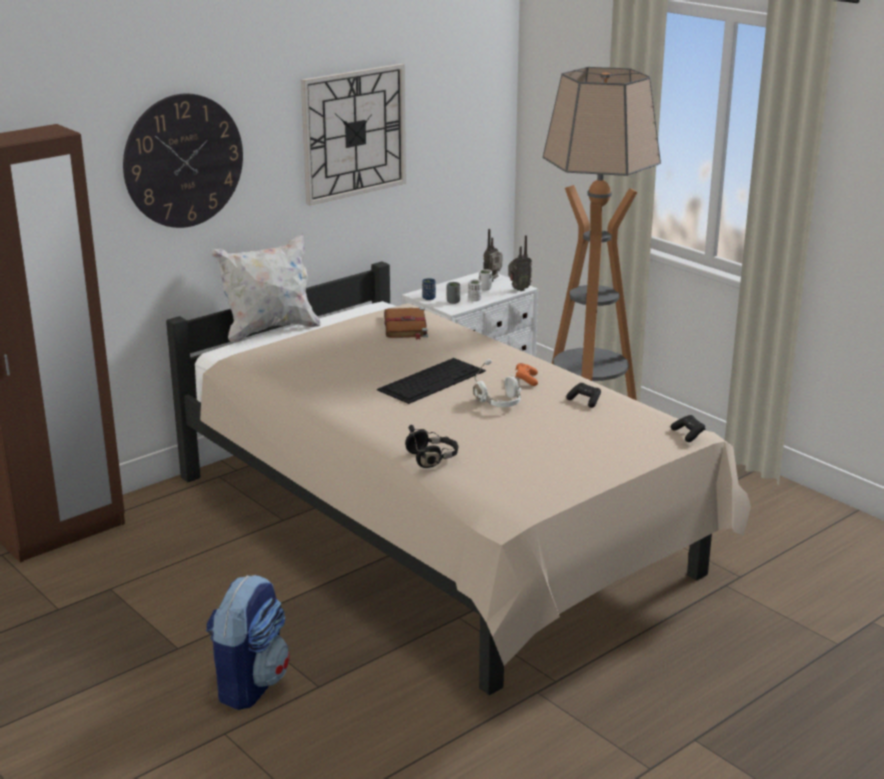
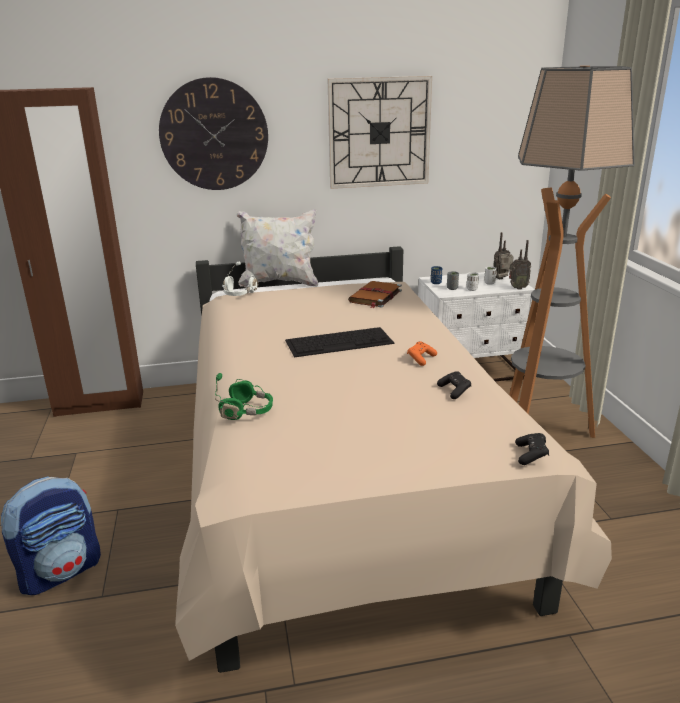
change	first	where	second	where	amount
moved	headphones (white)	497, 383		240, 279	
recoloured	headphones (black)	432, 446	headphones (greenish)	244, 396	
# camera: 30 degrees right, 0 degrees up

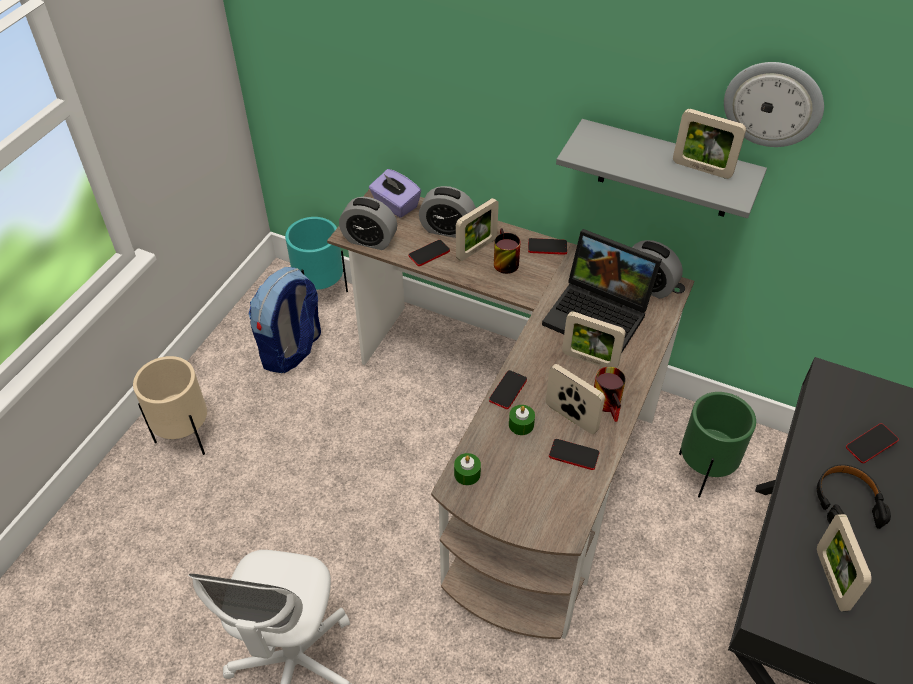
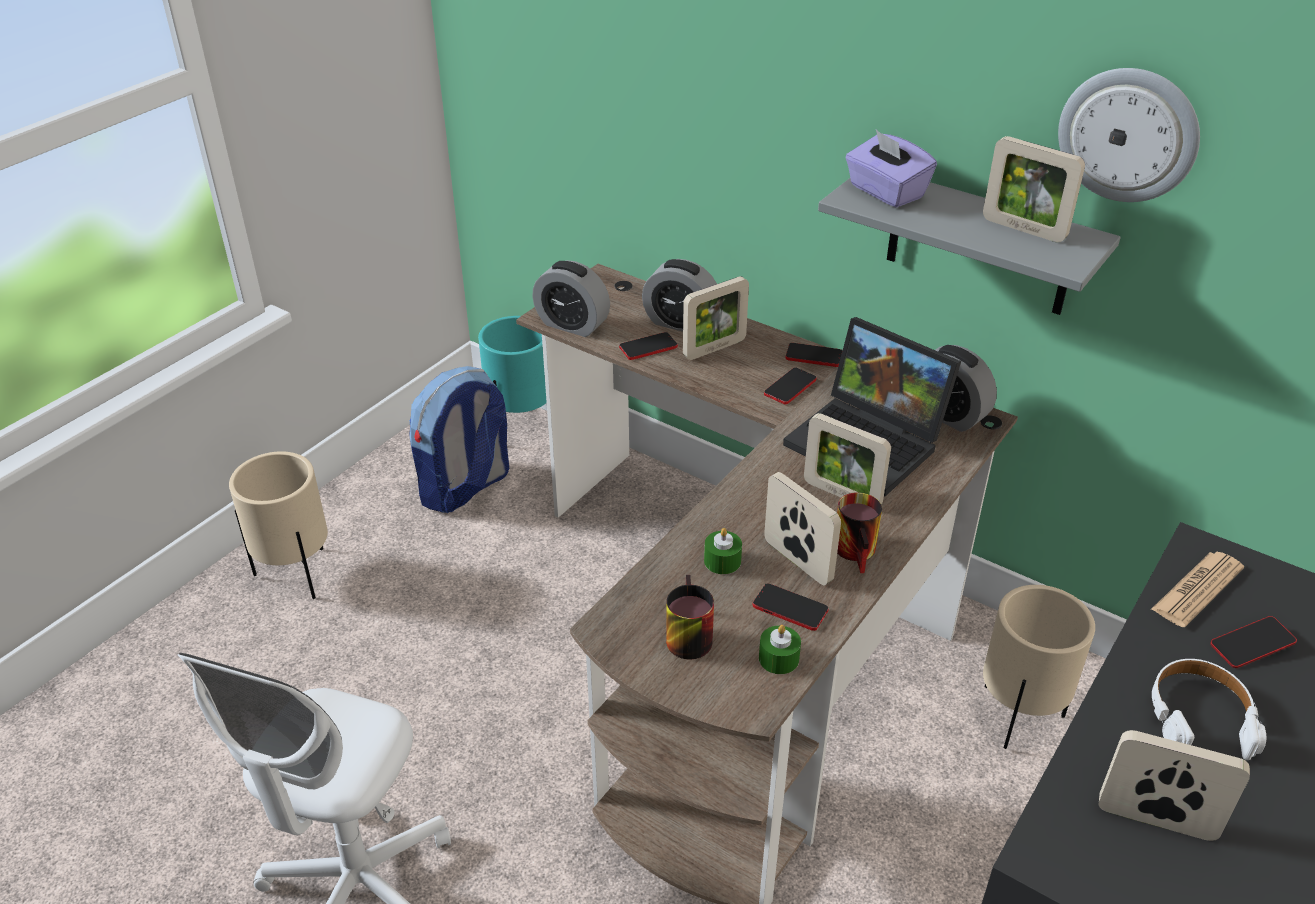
change	first	where	second	where	amount
moved	tissue holder (purple)	395, 193		891, 169	
moved	tea mug	507, 251		690, 617	
moved	telephone	508, 389		790, 386	
recoloured	plant pot (greenish)	717, 445	plant pot (beige-coloured)	1039, 667	
moved	candle (greenish)	467, 469		780, 649	
recoloured	headphones (black)	854, 496	headphones (white)	1209, 709	
turned	standing frame	844, 562		1174, 785	105 degrees clockwise
added			daily paper	1197, 589	
# camera: 10 degrees right, 10 degrees down

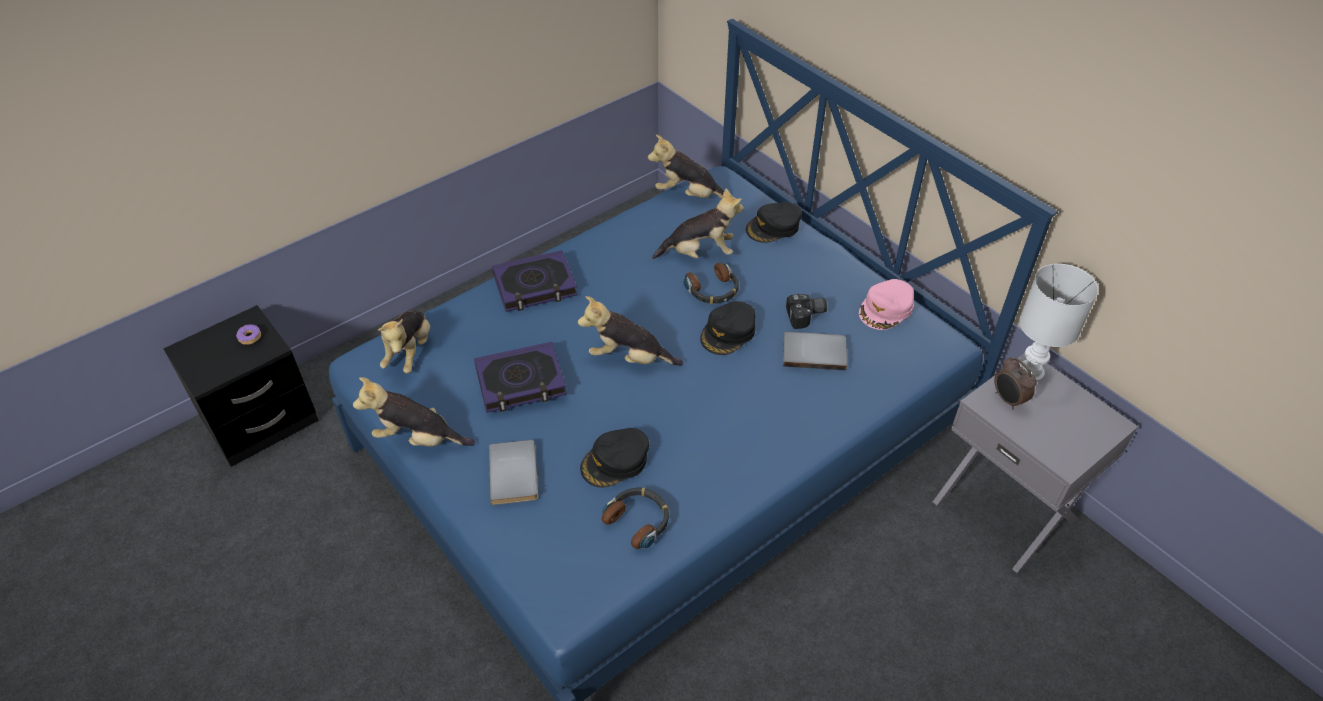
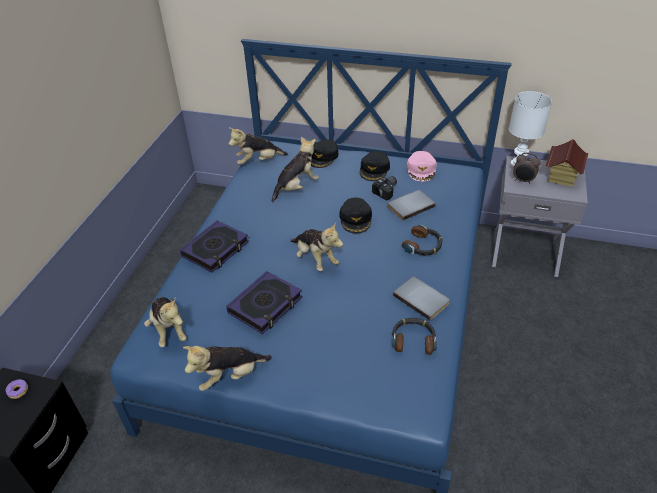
change	first	where	second	where	amount
moved	headphones	711, 283		422, 240	
turned	cuddly toy	630, 330		316, 246	105 degrees counterclockwise
moved	cap (black)	614, 458		375, 166	
moved	book (grey)	513, 472		421, 298	
added			model house	567, 163	
# camera: 35 degrees left, 5 degrees down

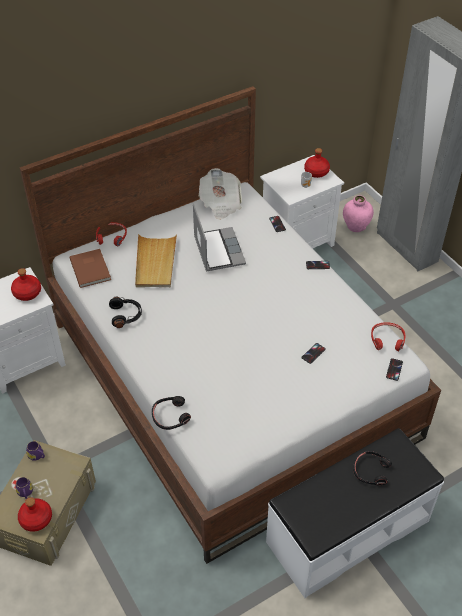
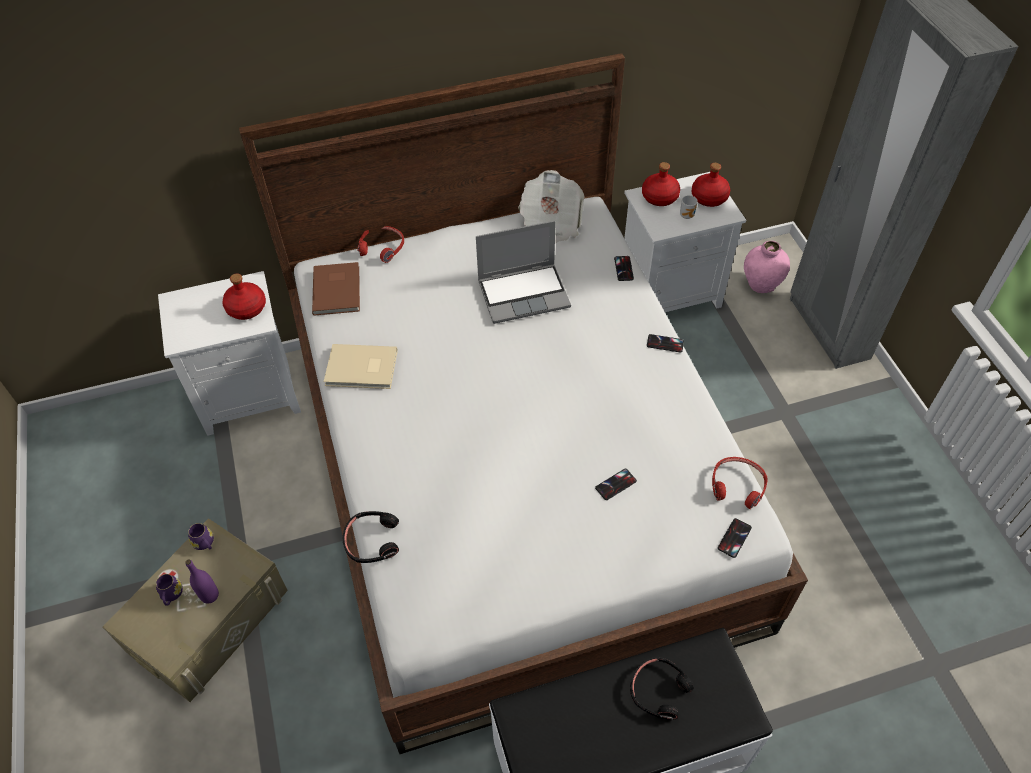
change	first	where	second	where	amount
turned	notebook computer	219, 238		523, 272	75 degrees clockwise
removed	carrying tray (beige-coloured)	156, 260			
replaced	headphones (black)	125, 312	book (beige-coloured)	361, 366	
moved	bottle (reddish)	35, 514		661, 184	
added			bottle (purple)	202, 582	
# camera: 15 degrees right, 5 degrees up

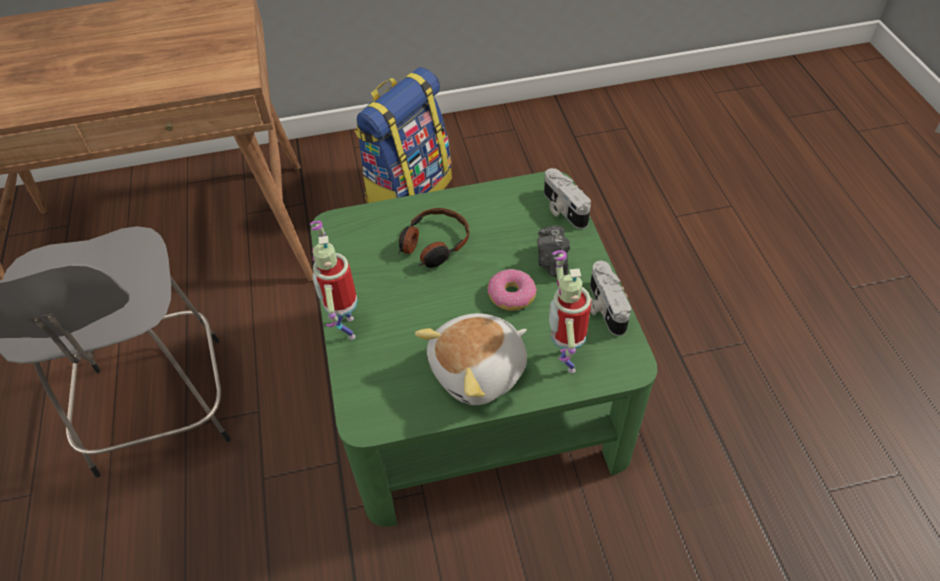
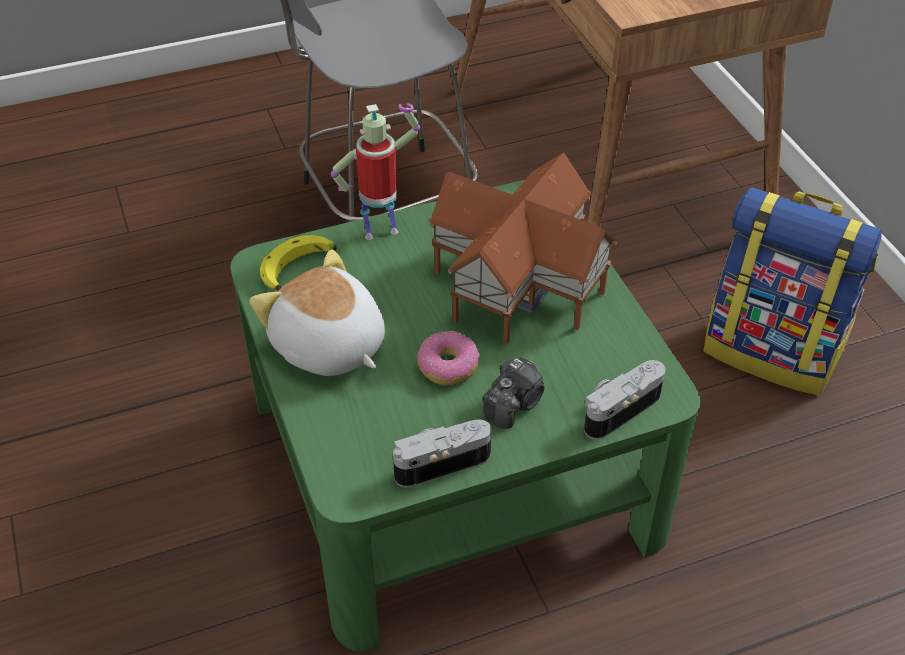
change	first	where	second	where	amount
replaced	headphones	433, 238	model house	522, 249	
turned	photo camera	553, 251		513, 393	135 degrees clockwise
removed	model robot	570, 311			
added			banana	298, 263	
# camera: 80 degrees right, 5 degrees down

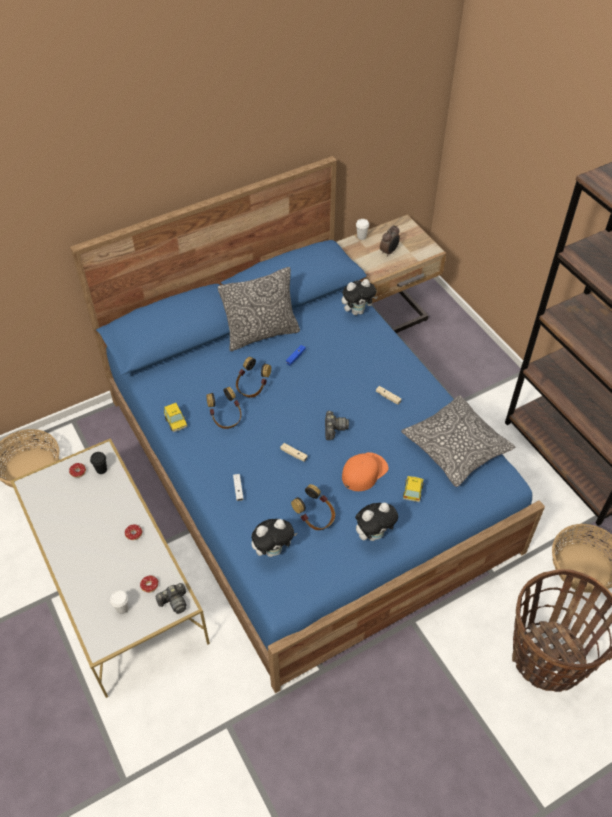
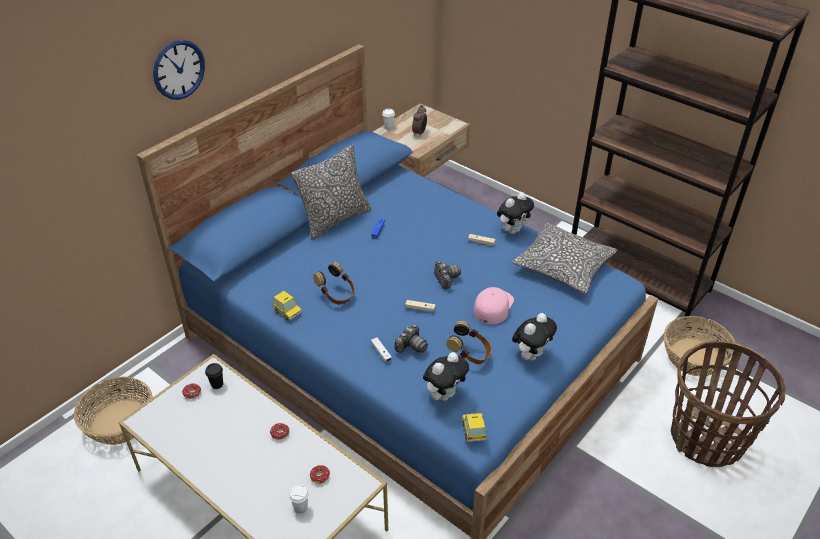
change	first	where	second	where	amount
moved	cuddly toy	360, 297		515, 213	
removed	headphones	253, 377			
recoloured	cap (orangey)	365, 471	cap (pinkish)	494, 305	
moved	miniature car	414, 489		474, 427	
moved	photo camera	171, 598		411, 338	
added			wall clock	179, 70	
# camera: 20 degrees left, 10 degrees down

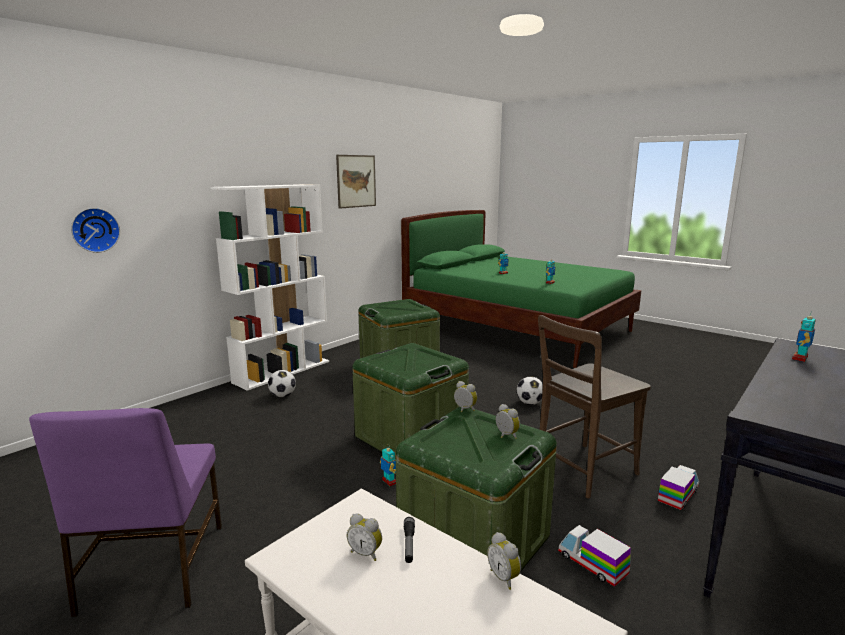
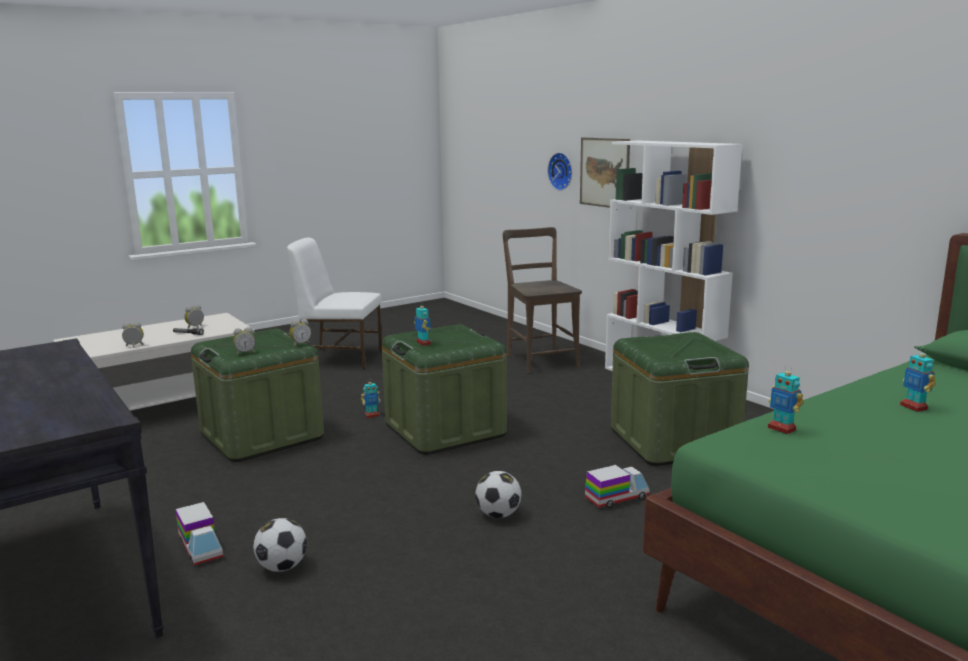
change	first	where	second	where	amount
moved	picture	356, 182		605, 173	
moved	model robot	804, 337		423, 324	
moved	upright chair (brown-coloured)	594, 407		542, 300	
moved	ball for football	282, 383		280, 545	
recoloured	upright chair (purple)	125, 513	upright chair (white)	334, 304	
moved	toy lorry	594, 556		617, 486	
# camera: 105 degrees right, 0 degrees up

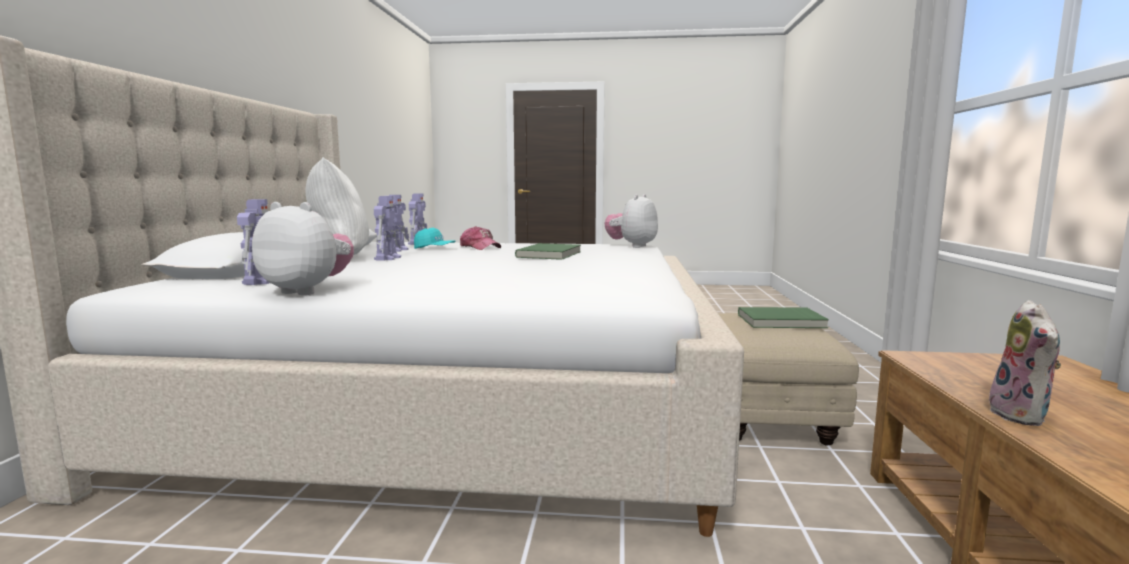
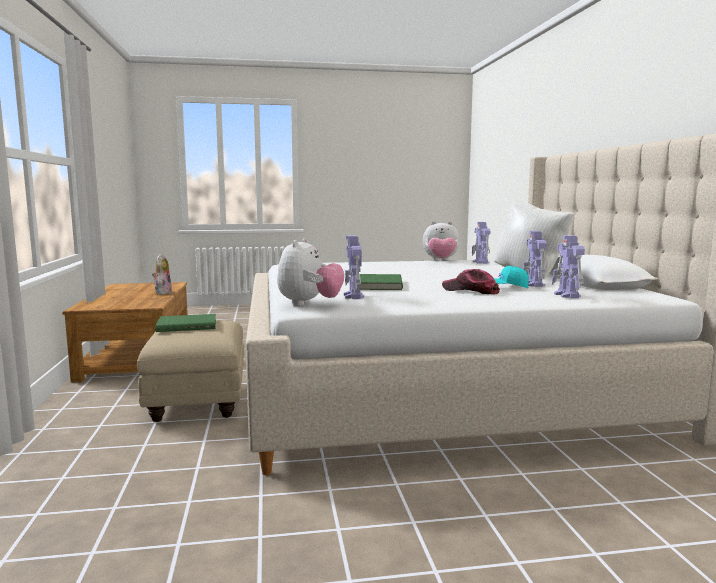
change	first	where	second	where	amount
moved	model robot	387, 228		354, 267	
# camera: 165 degrees right, 0 degrees up

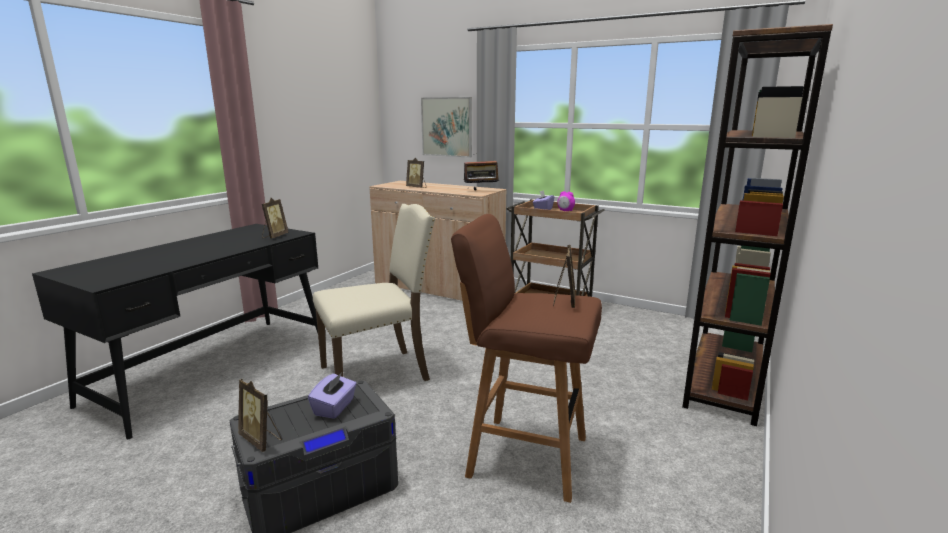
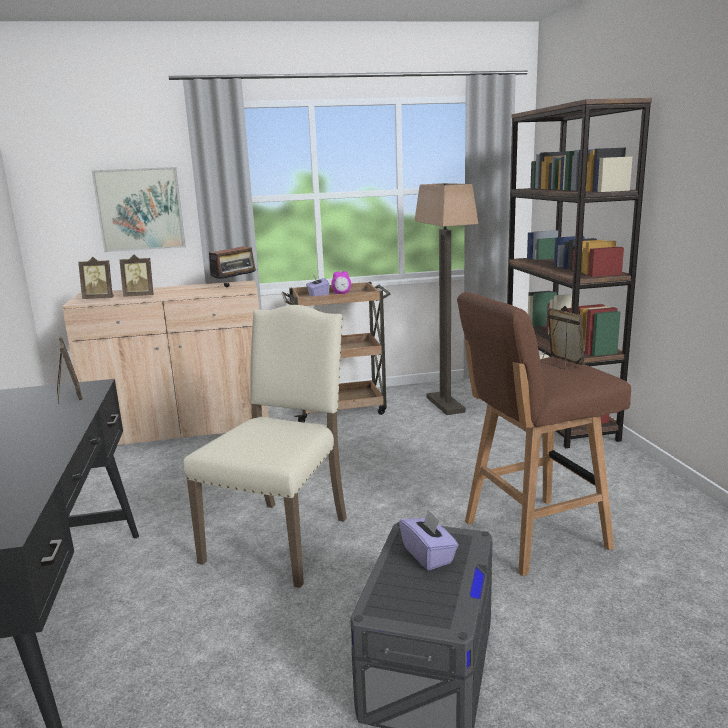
change	first	where	second	where	amount
moved	standing frame	260, 415		96, 278	
added			floor lamp	446, 299	
# camera: 40 degrees left, 0 degrees up

